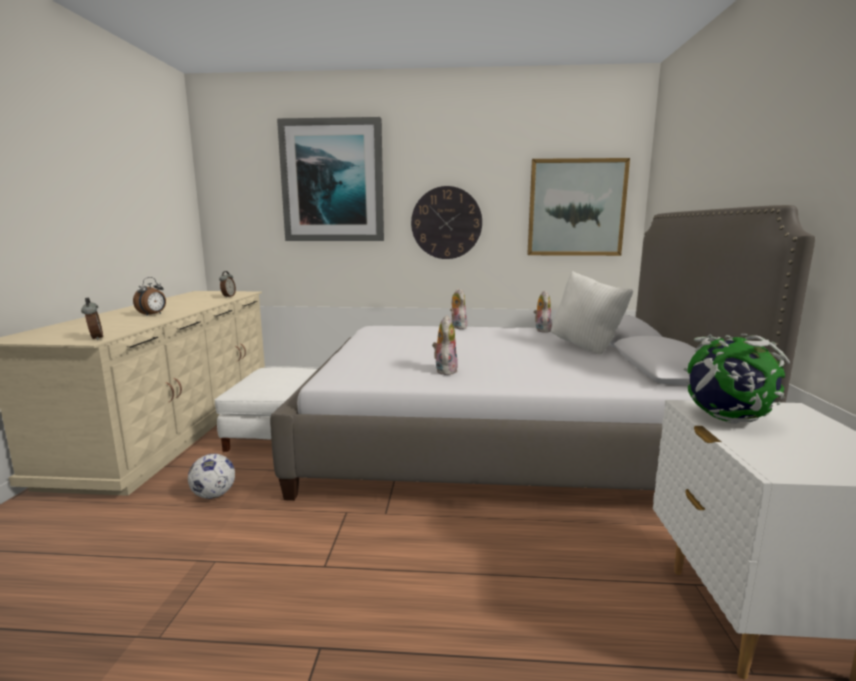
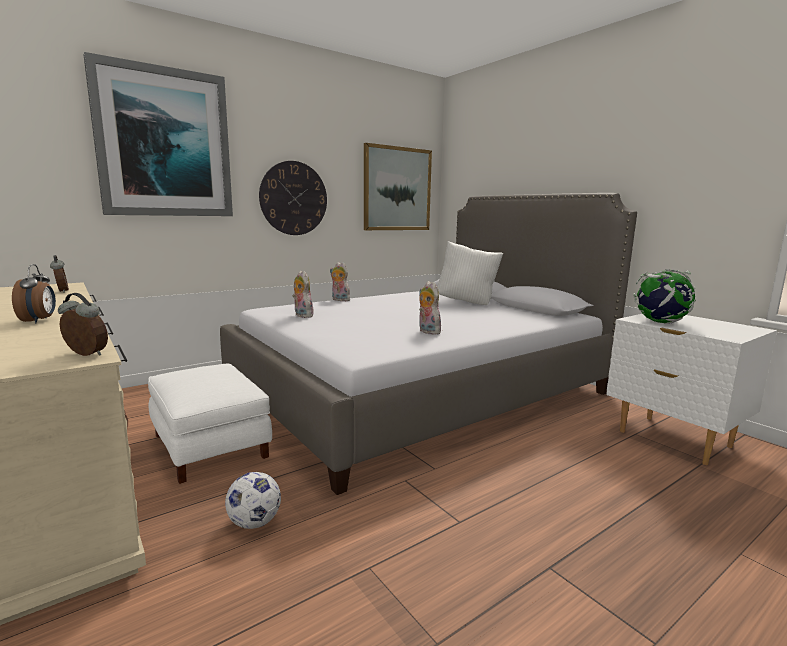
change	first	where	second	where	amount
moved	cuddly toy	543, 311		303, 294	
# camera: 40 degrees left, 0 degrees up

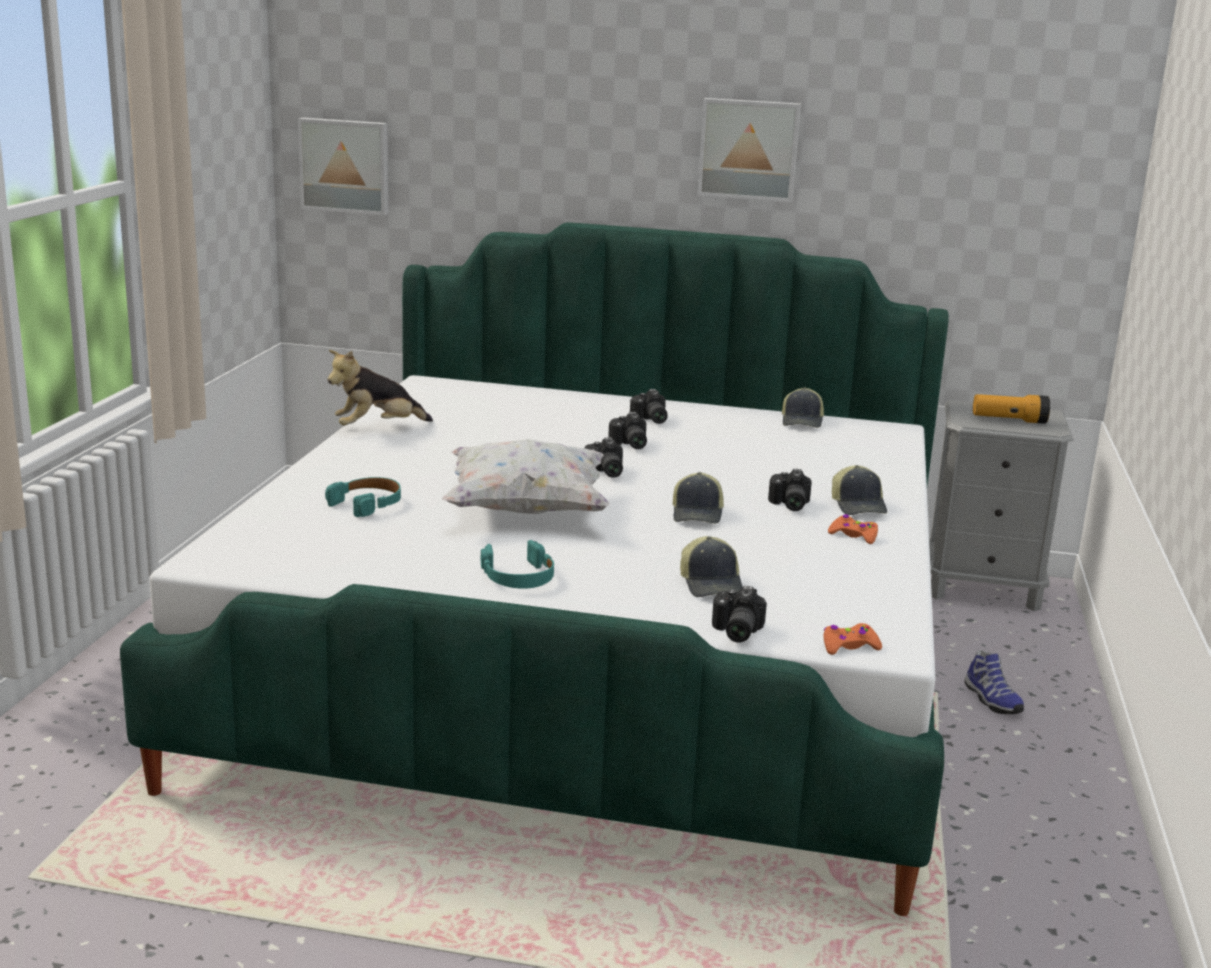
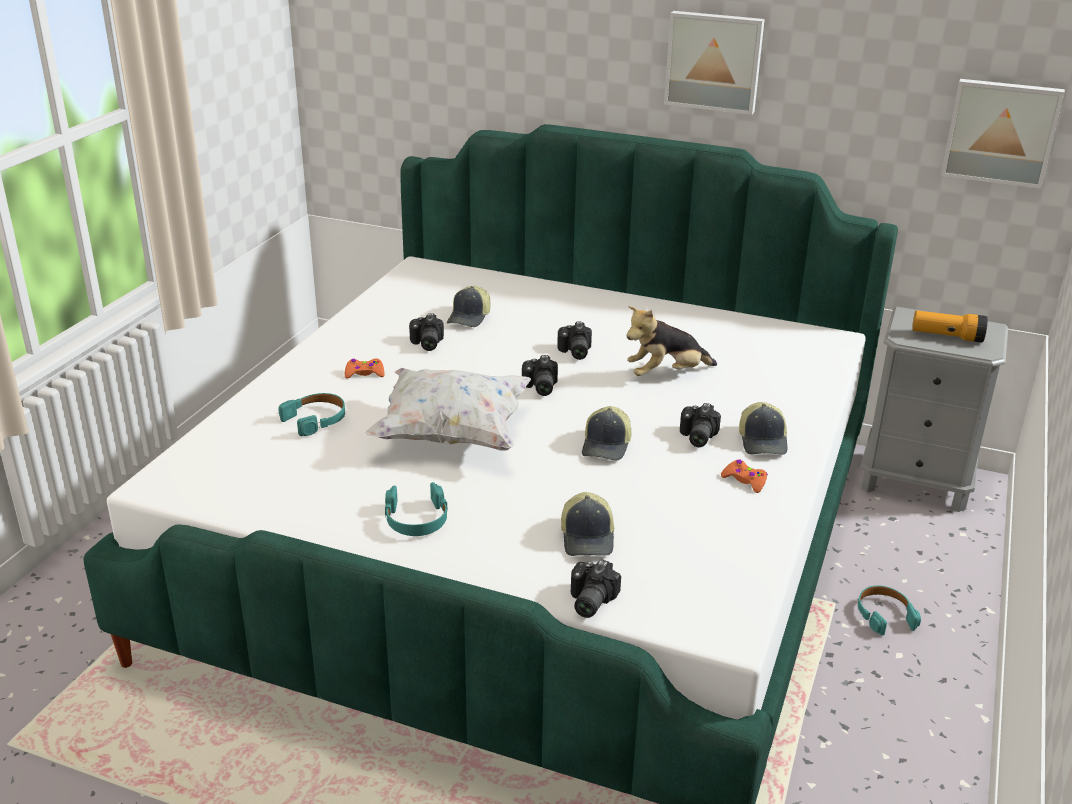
change	first	where	second	where	amount
moved	picture	343, 166		1003, 134	
moved	cuddly toy	380, 387		671, 341	
moved	cap	803, 407		469, 306	
moved	photo camera	649, 406		426, 332	
moved	joypad (orangey)	853, 639		364, 369	
replaced	item of footwear	994, 682	headphones (blue-green)	889, 610	
# camera: 10 degrees right, 10 degrees up

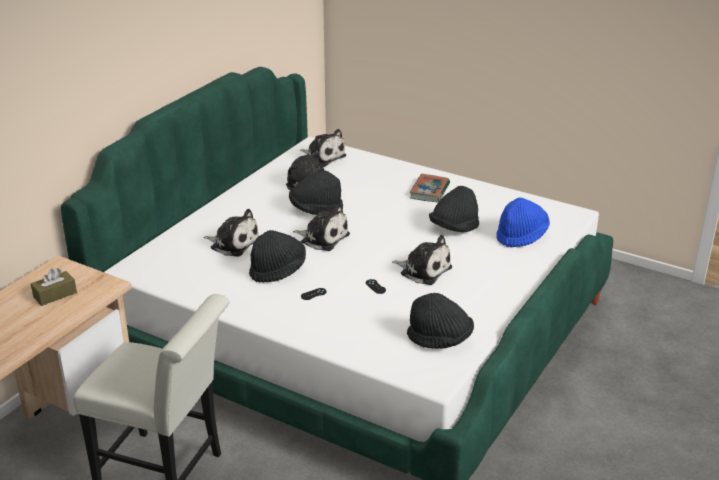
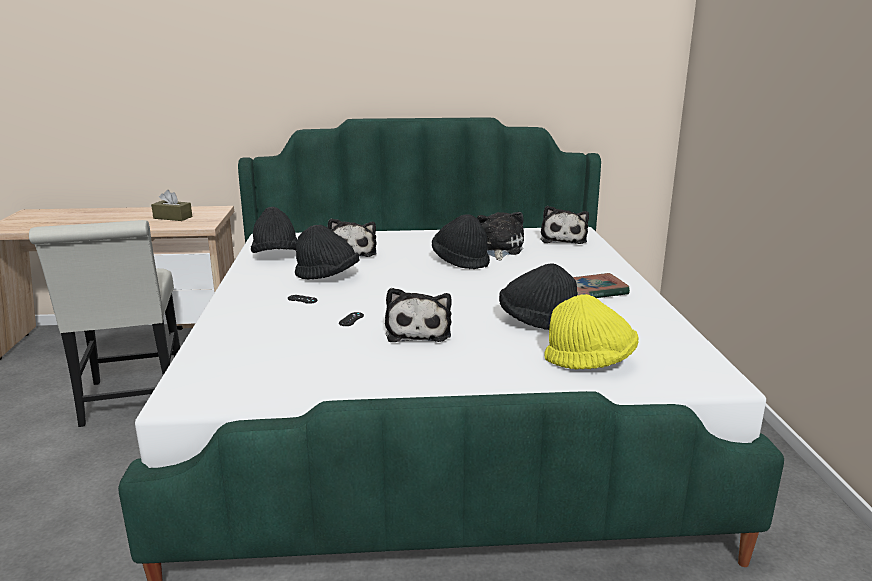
change	first	where	second	where	amount
recoloured	hat (blue)	523, 222	hat (yellowish)	591, 332	
removed	cuddly toy	321, 227			
moved	hat (black)	440, 321		274, 230	
# camera: 55 degrees right, 10 degrees down

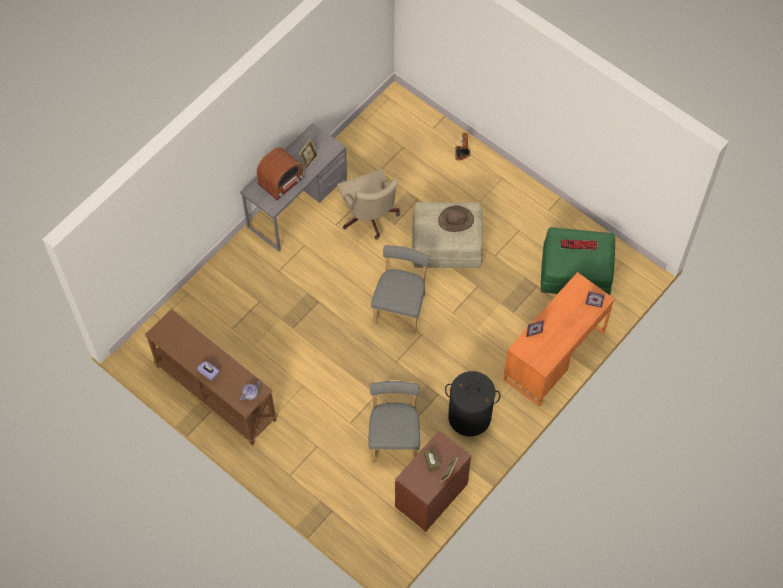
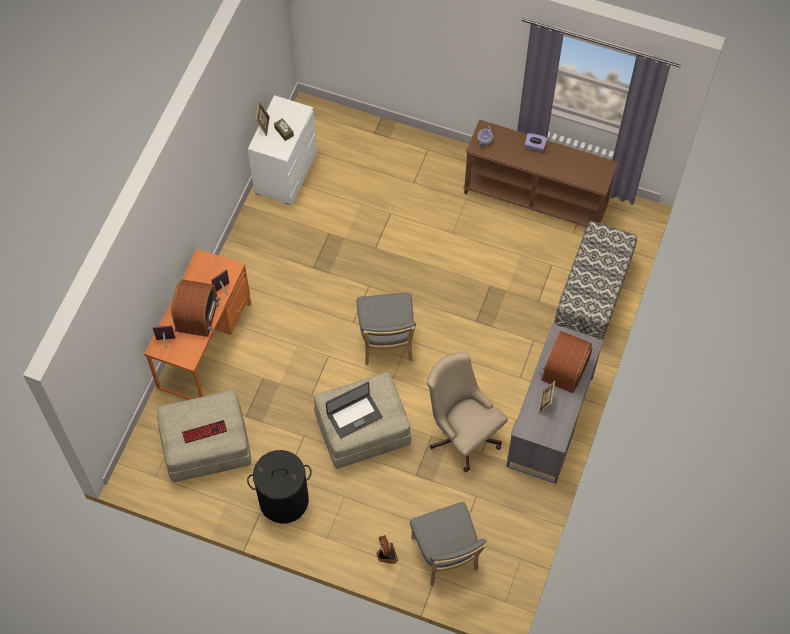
change	first	where	second	where	amount
replaced	hat (brown-coloured)	456, 219	notebook computer	354, 410	
recoloured	footrest (greenish)	578, 261	footrest (beige-coloured)	204, 436	
moved	laundry basket (black)	473, 403		279, 487	
moved	upright chair (grey)	394, 421		448, 543	
recoloured	chest of drawers (brown-coloured)	433, 481	chest of drawers (white)	282, 150	
added			indoor bench	595, 280	
added			radio receiver	195, 308	
# camera: 160 degrees right, 0 degrees up

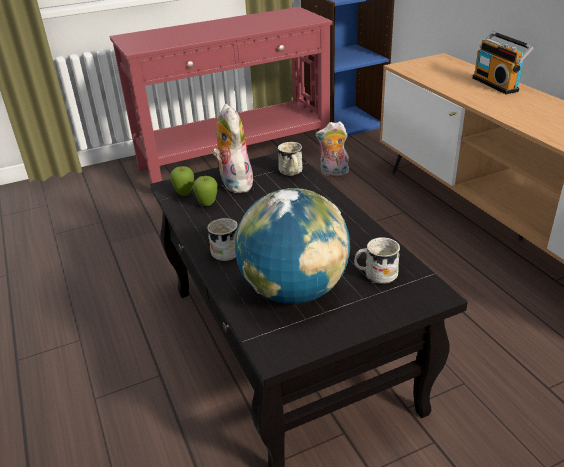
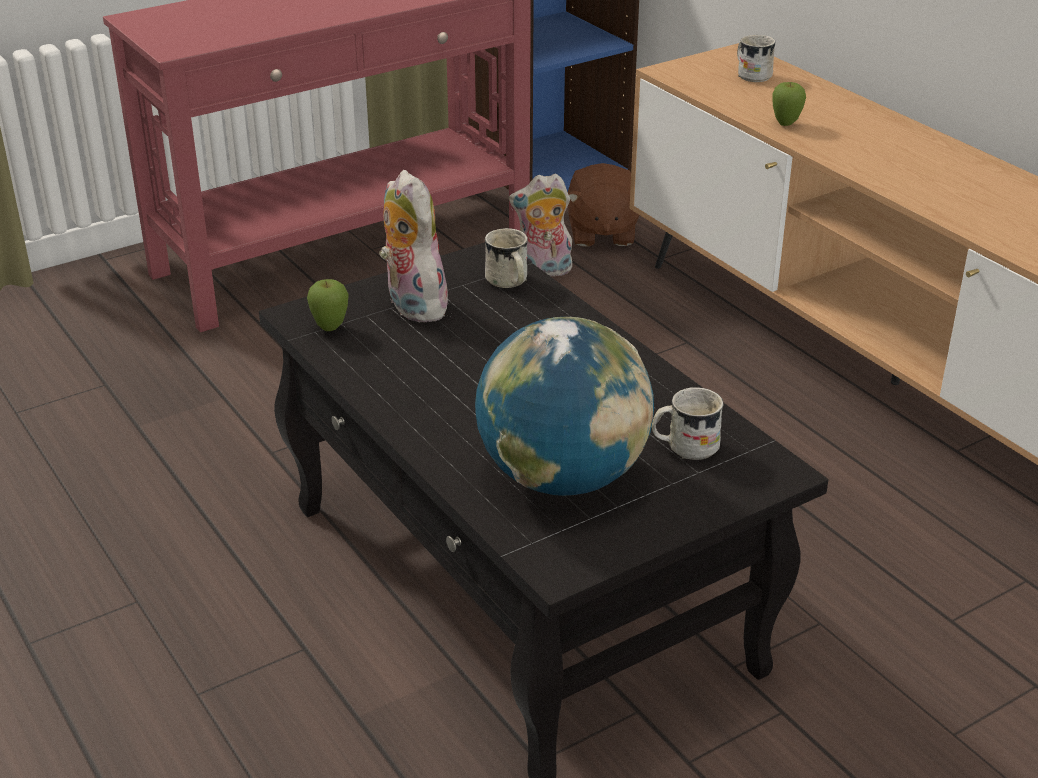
change	first	where	second	where	amount
removed	radio receiver	503, 62			
moved	apple	205, 191		789, 104	
moved	tea mug (white)	222, 239		756, 58	
added			cuddly toy (brown-coloured)	604, 204	
# camera: 10 degrees left, 0 degrees up

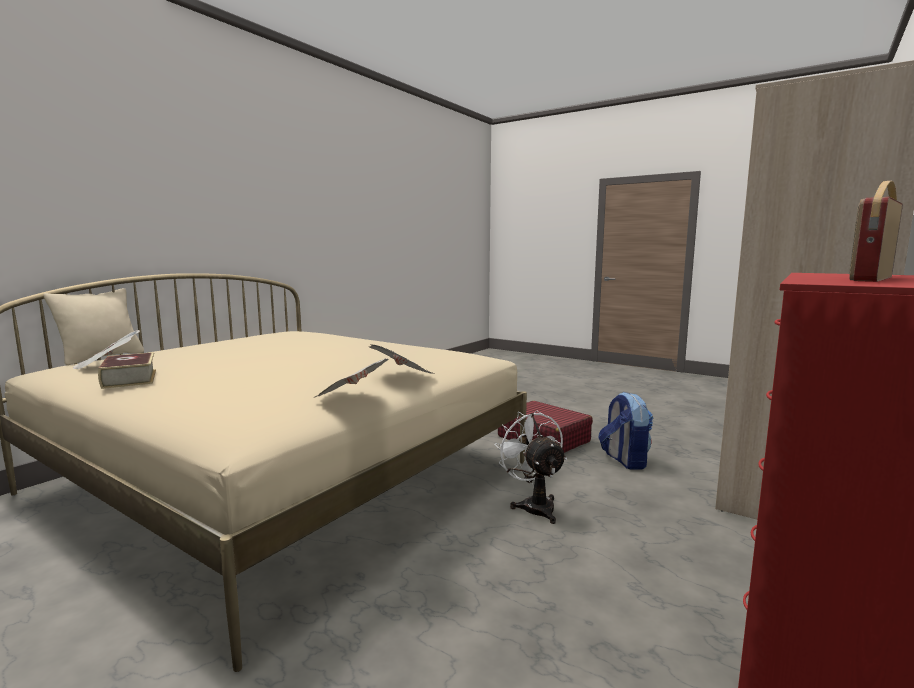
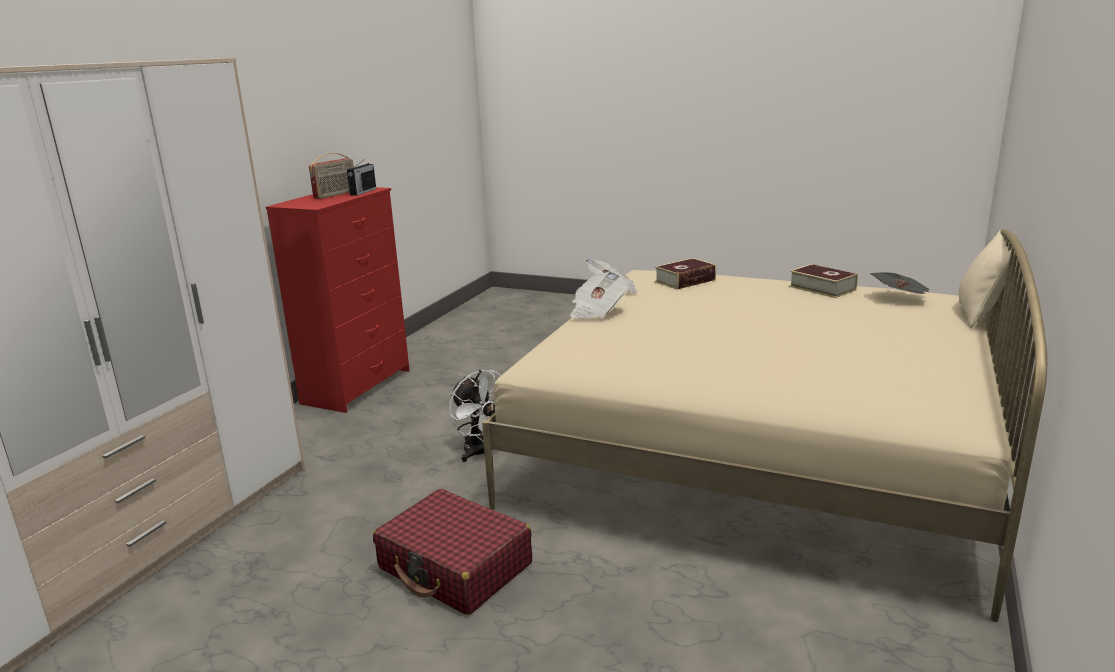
change	first	where	second	where	amount
removed	knapsack	626, 431			
added			radio receiver	361, 177	
added			book	685, 274	
# camera: 170 degrees right, 10 degrees up

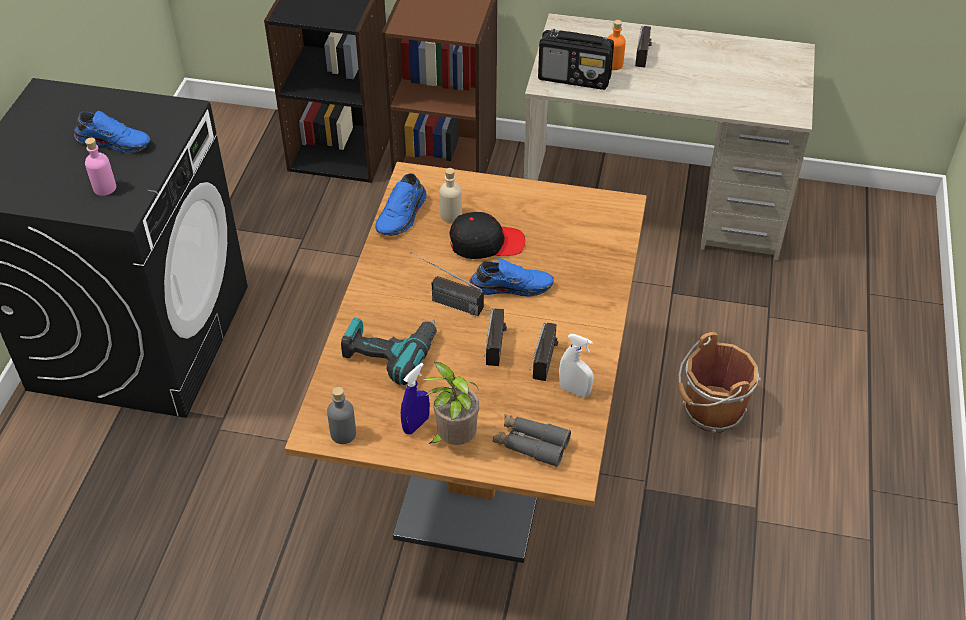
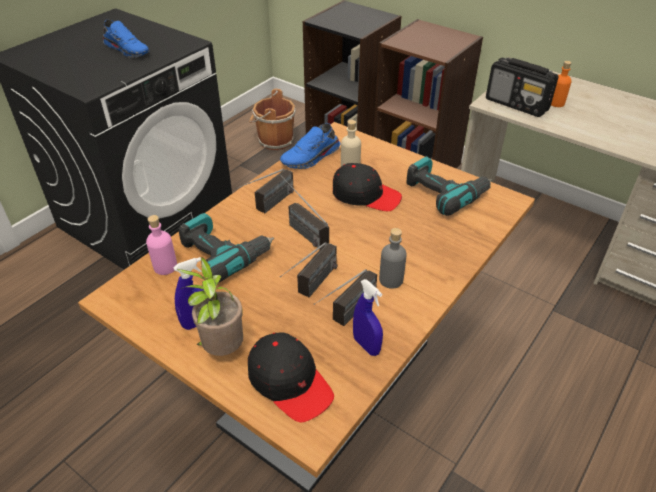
change	first	where	second	where	amount
moved	radio receiver	643, 47		265, 191	
moved	bottle (pinkish)	100, 167		161, 245	
removed	item of footwear (blue)	511, 277			
moved	water bucket (brown-coloured)	719, 382		272, 119	
recoloured	hand sprayer (white)	576, 365	hand sprayer (blue)	368, 317	
moved	bottle (grey)	341, 415		393, 258	
replaced	pair of binoculars (grey)	532, 440	cap (black)	291, 378	
added			electric drill	449, 186	
# camera: 25 degrees right, 5 degrees down

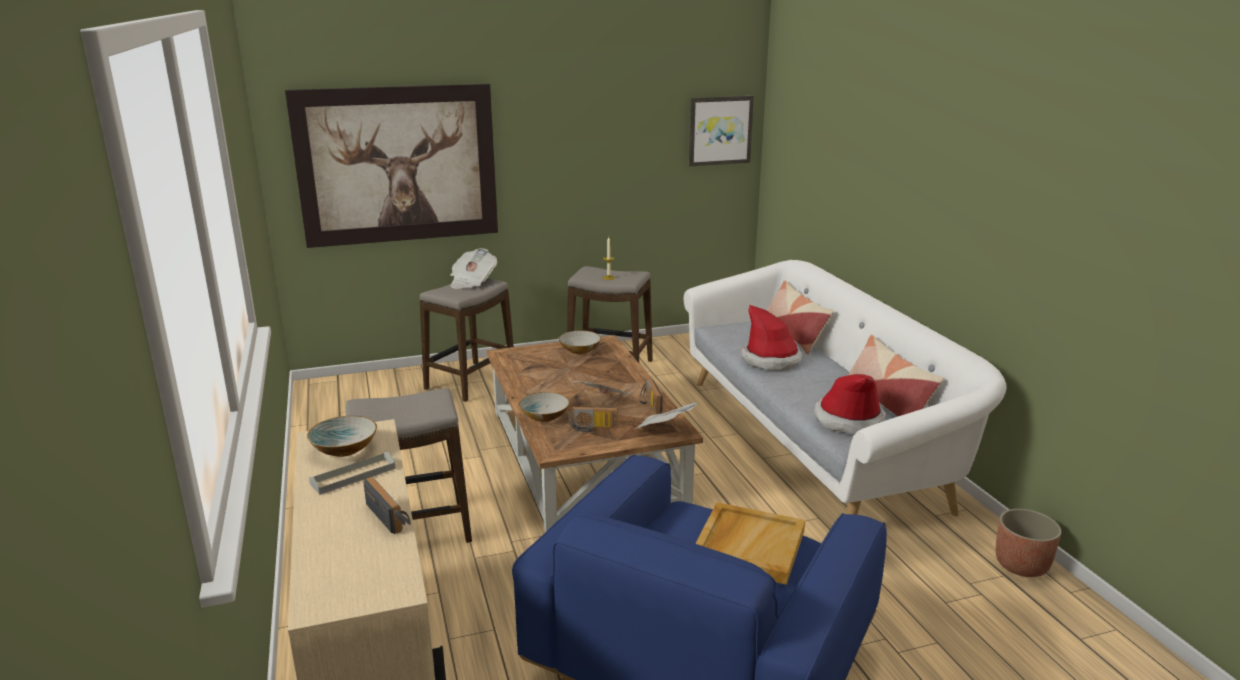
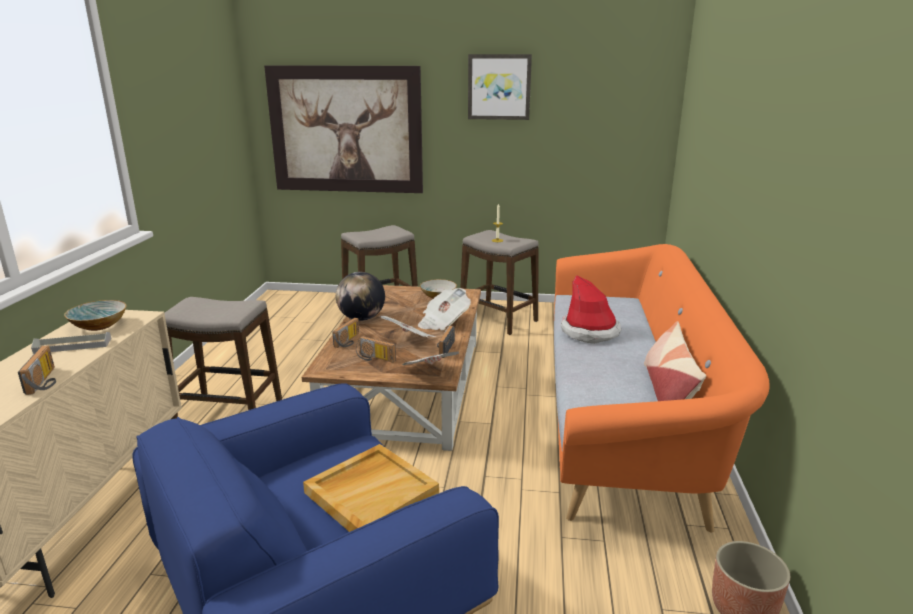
change	first	where	second	where	amount
moved	picture	721, 131		500, 87	
moved	daily paper	473, 268		444, 309	
recoloured	couch (white)	845, 388	couch (orangey)	662, 388	
removed	pillow	800, 318			
removed	hat	850, 404			
replaced	bowl	544, 407	radio receiver	345, 333	
added			globe	360, 296	
# camera: 25 degrees right, 0 degrees up

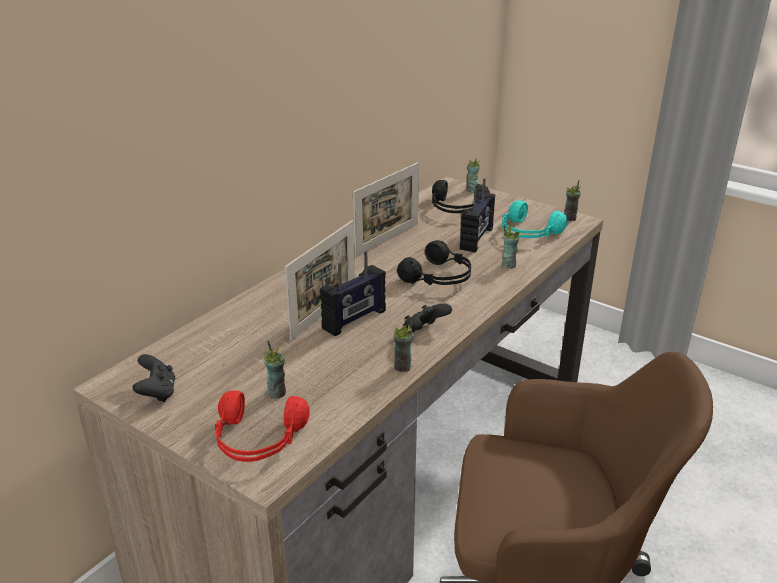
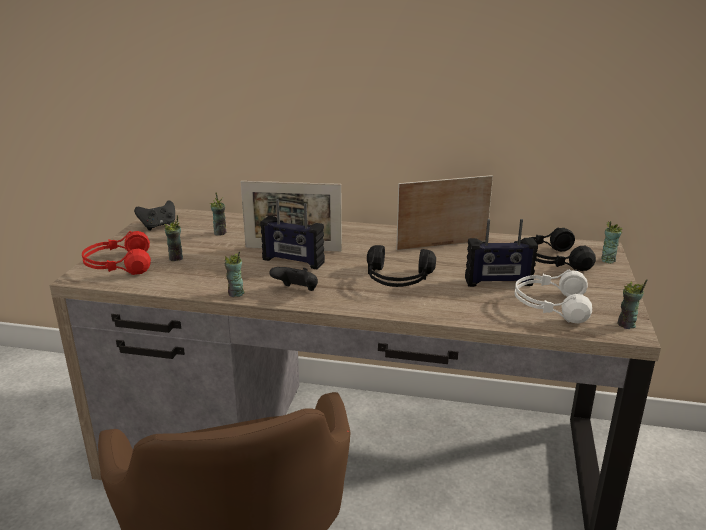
change	first	where	second	where	amount
turned	standing frame	386, 209		444, 212	150 degrees clockwise
recoloured	headphones (blue-green)	534, 219	headphones (white)	553, 297	
moved	small cup	511, 247		218, 214	
# camera: 65 degrees right, 5 degrees down

